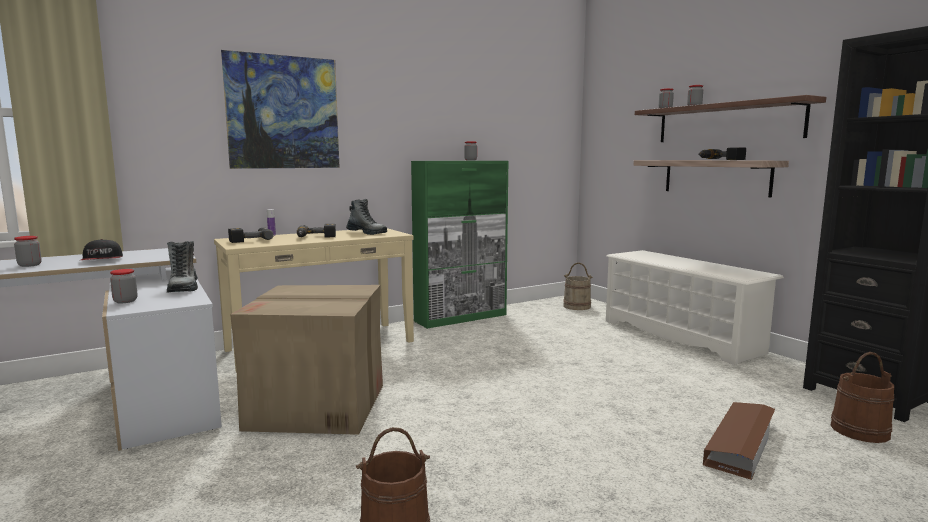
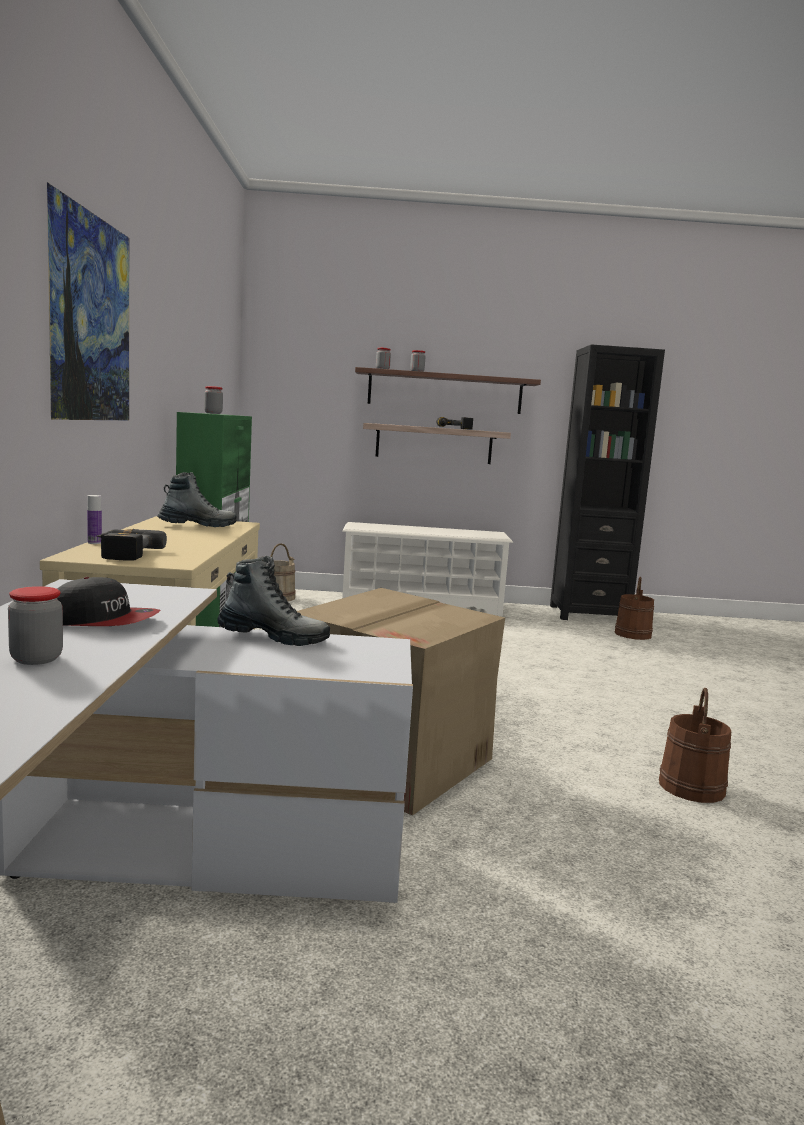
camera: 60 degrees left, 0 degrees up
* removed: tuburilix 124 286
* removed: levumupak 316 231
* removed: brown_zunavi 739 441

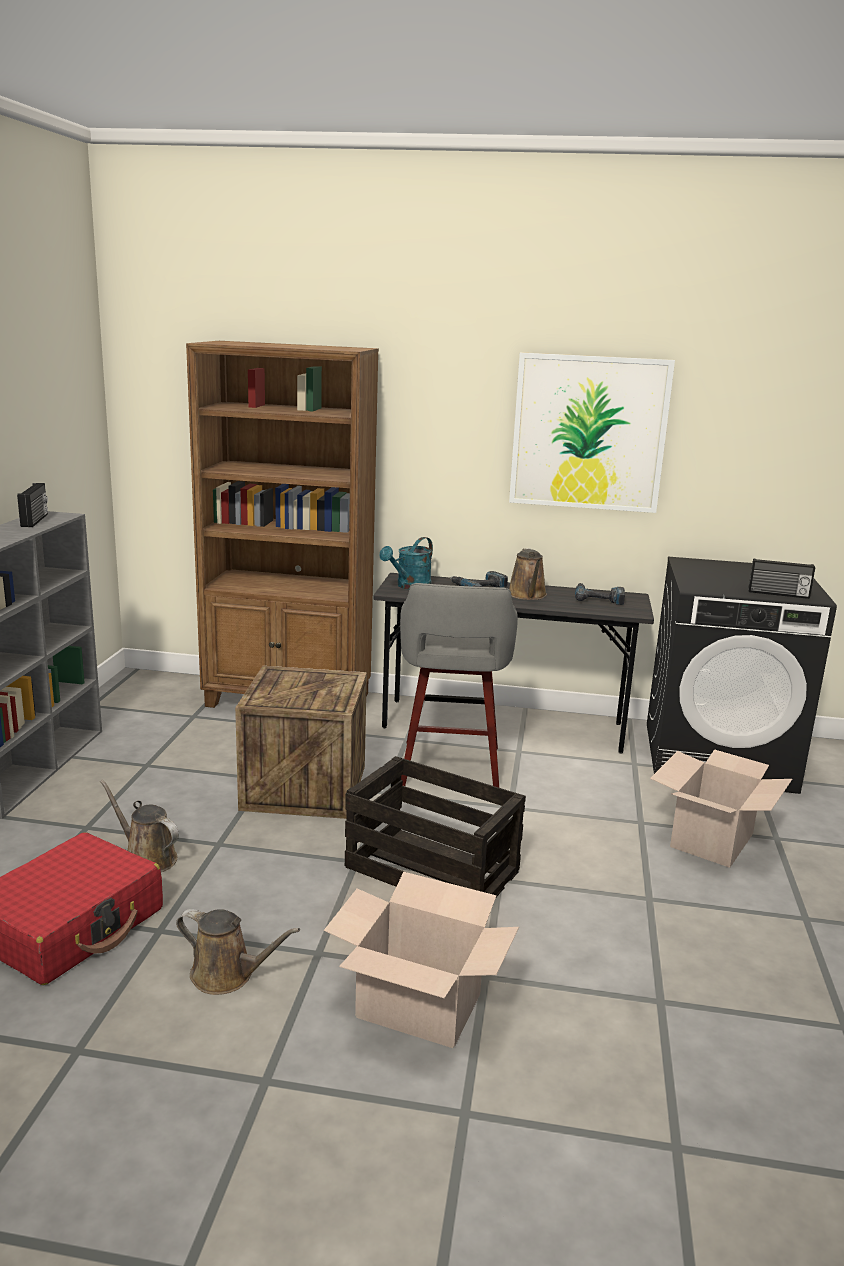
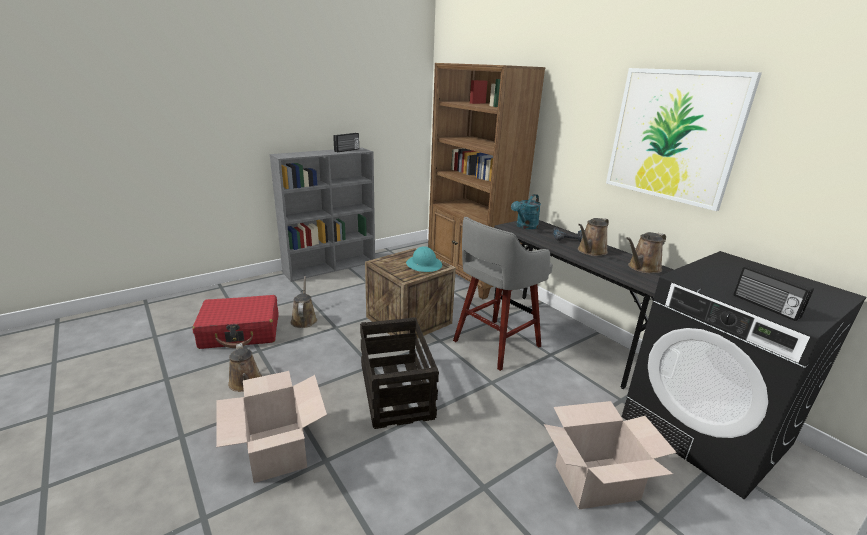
camera: 45 degrees right, 5 degrees up
* turned: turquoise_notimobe 406 563 = 526 211 45 degrees counterclockwise
* replaced: levumupak 600 594 to brown_notimobe 646 252
* added: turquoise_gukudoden 424 259

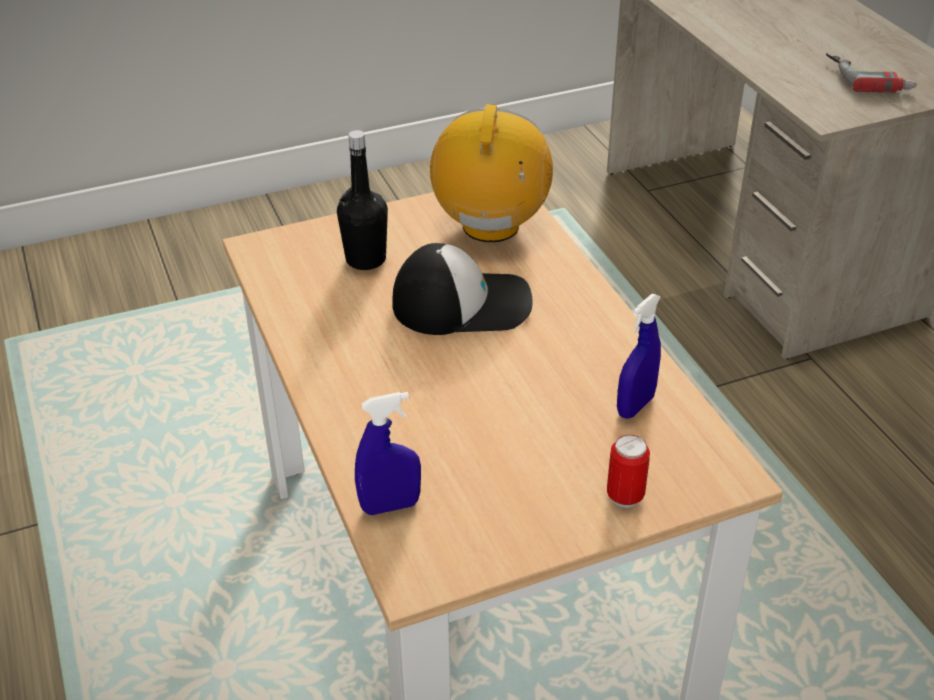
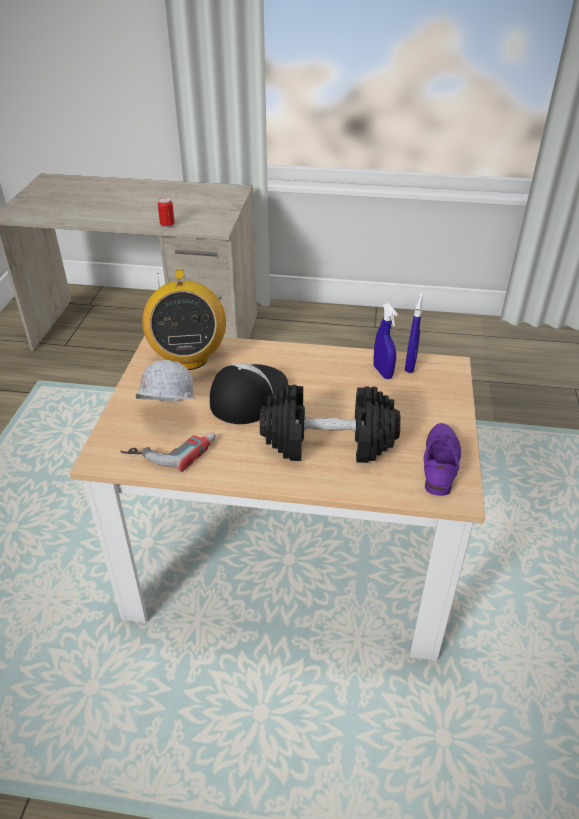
camera: 60 degrees left, 0 degrees up
* replaced: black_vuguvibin 362 200 to white_gukudoden 165 380
* moved: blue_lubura 388 453 to 414 333
* turned: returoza 491 173 = 184 319 135 degrees counterclockwise
* moved: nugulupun 628 471 to 166 213
* moved: levumupak 871 73 to 168 452
* added: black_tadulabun 330 424
* added: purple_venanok 442 459

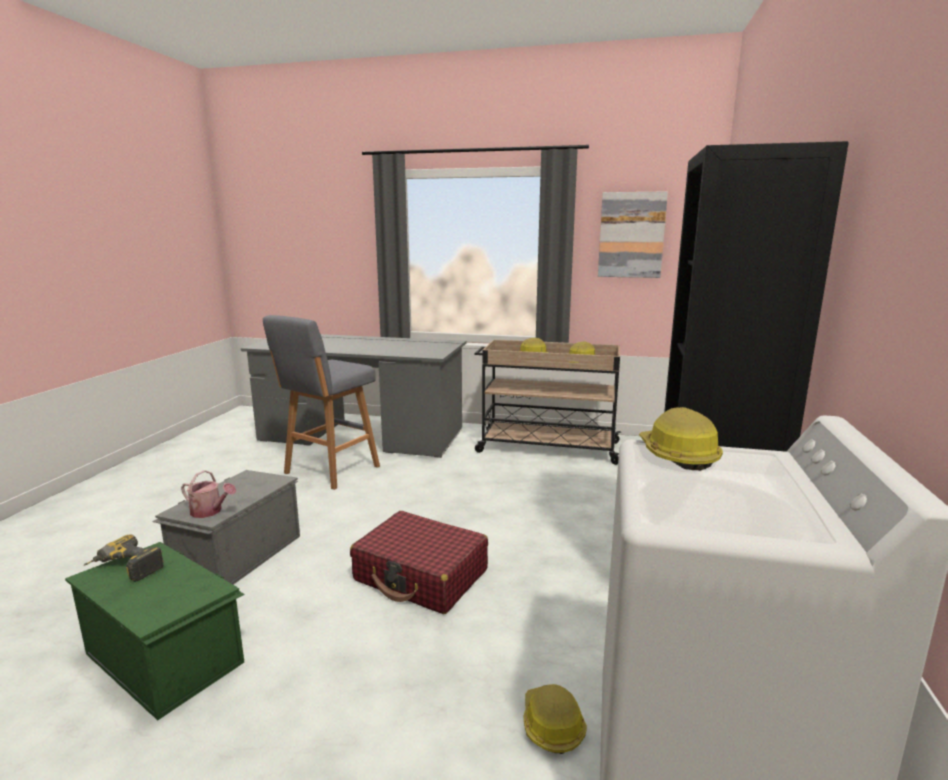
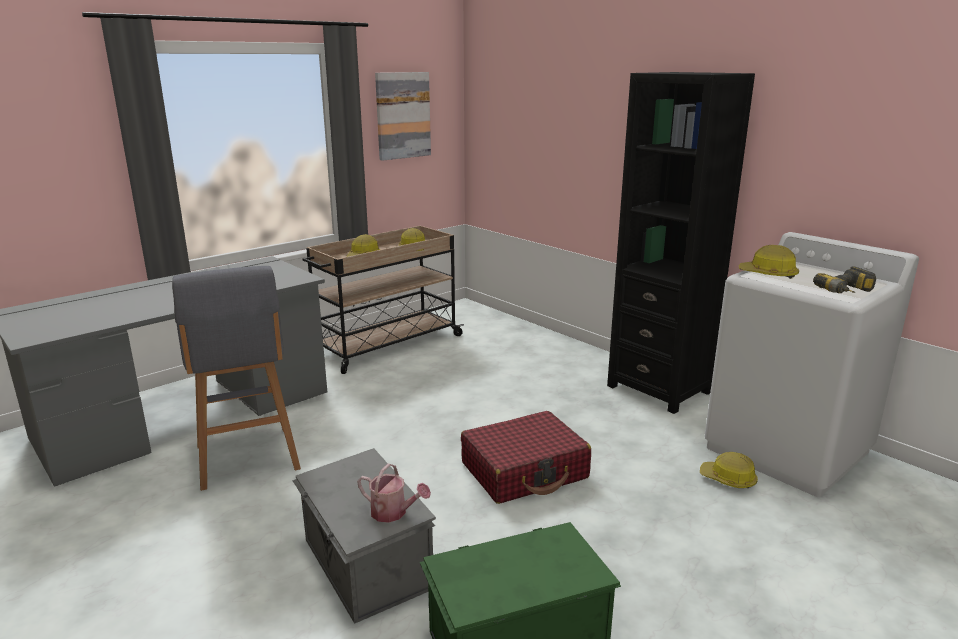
camera: 55 degrees left, 5 degrees up
* moved: levumupak 124 558 to 844 279
* turned: notimobe 208 494 = 394 493 60 degrees clockwise

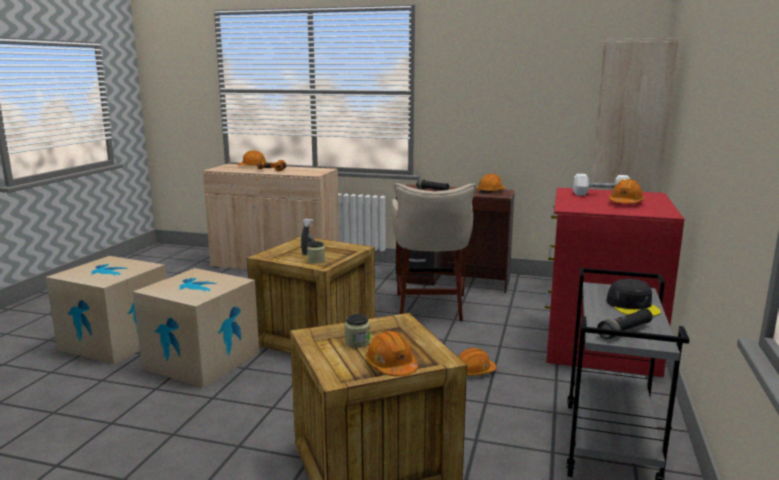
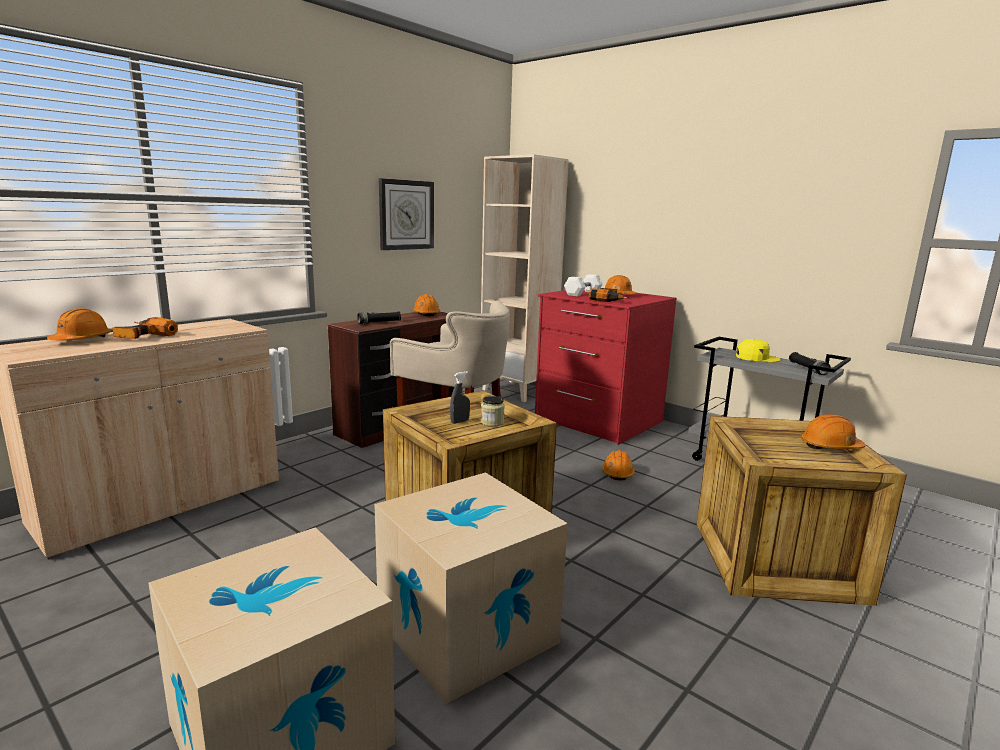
camera: 65 degrees left, 0 degrees up
* removed: tuburilix 357 331
* recoloured: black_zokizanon 633 297 to yellow_zokizanon 758 351
* added: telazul 406 214
* added: levumupak 610 295

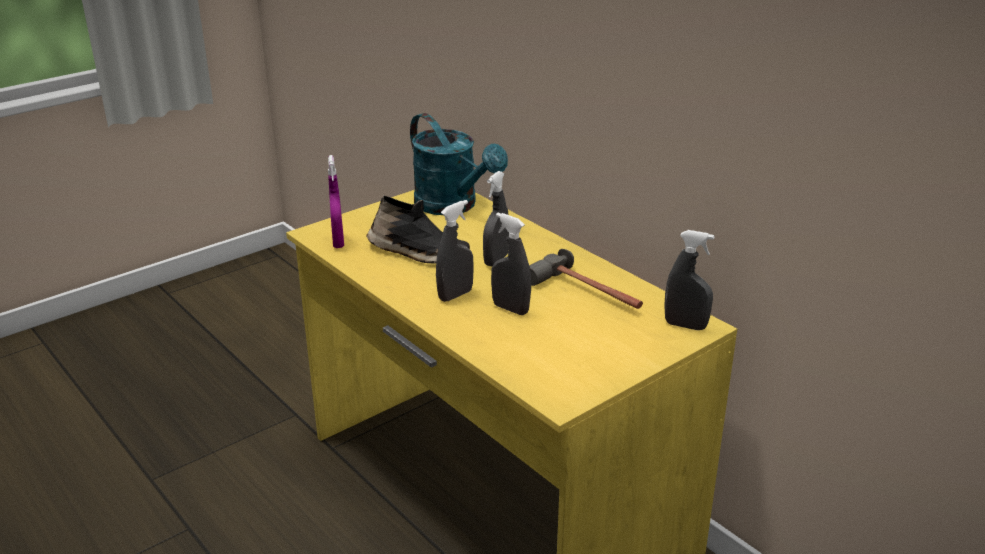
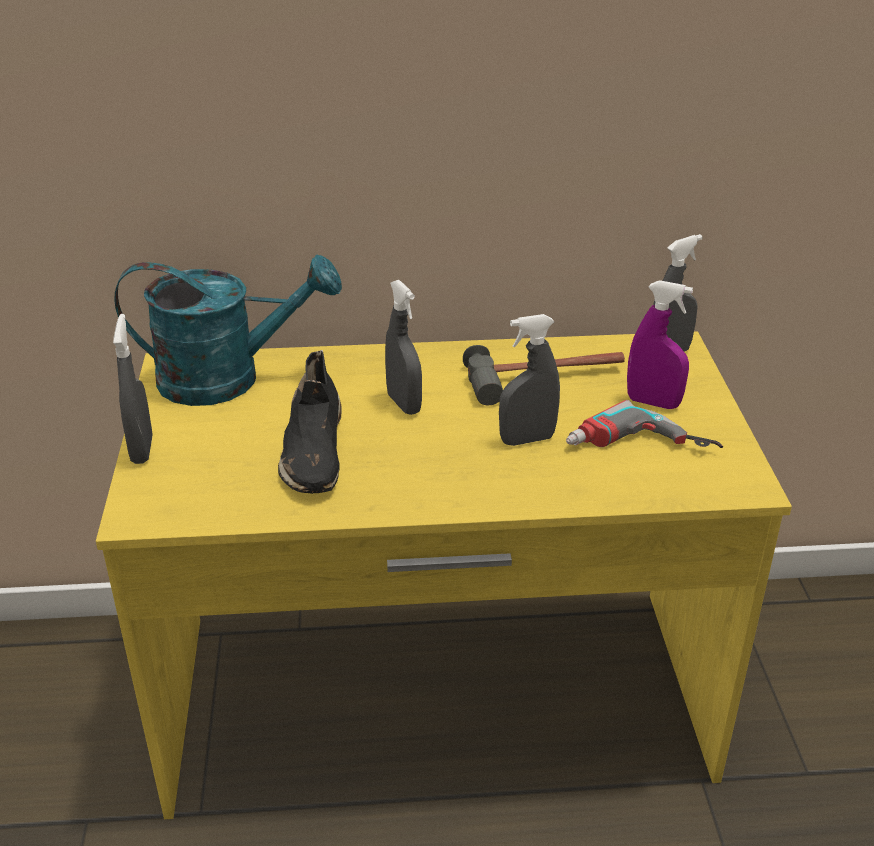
camera: 55 degrees left, 5 degrees up
* moved: purple_lubura 336 201 to 660 344
* turned: black_venanok 418 229 = 310 422 120 degrees clockwise
* moved: grey_lubura 455 251 to 133 389
* added: levumupak 644 424

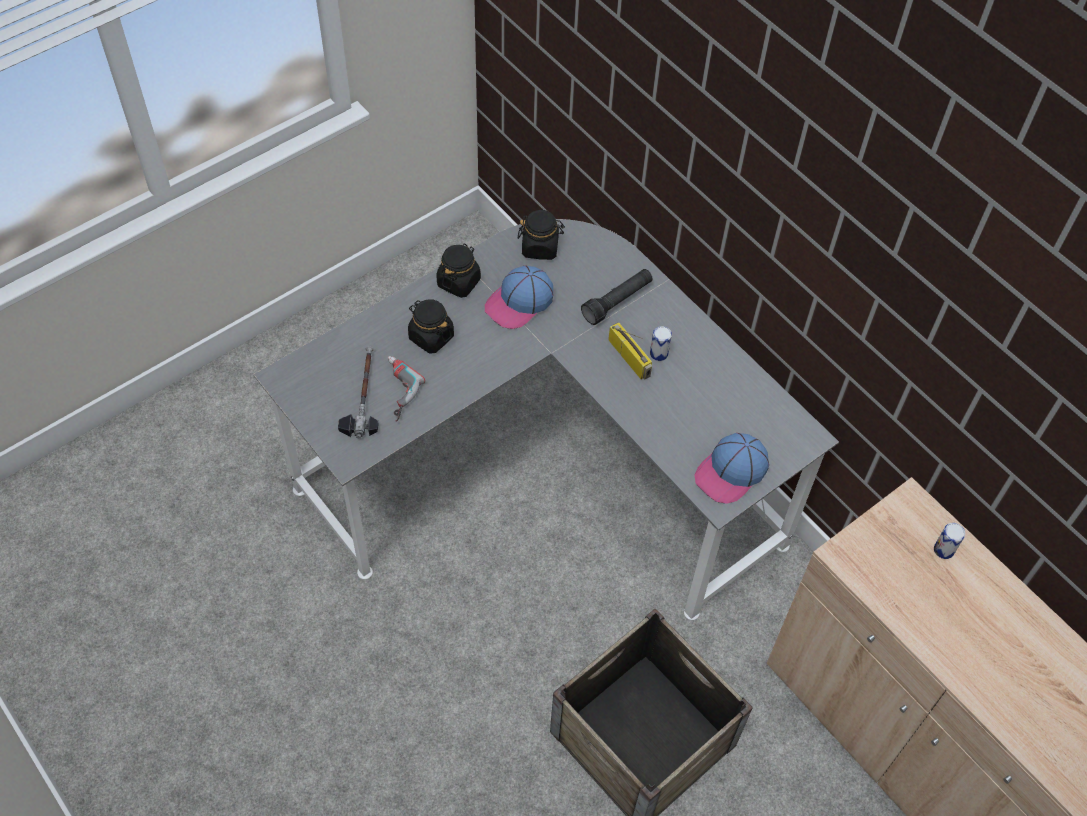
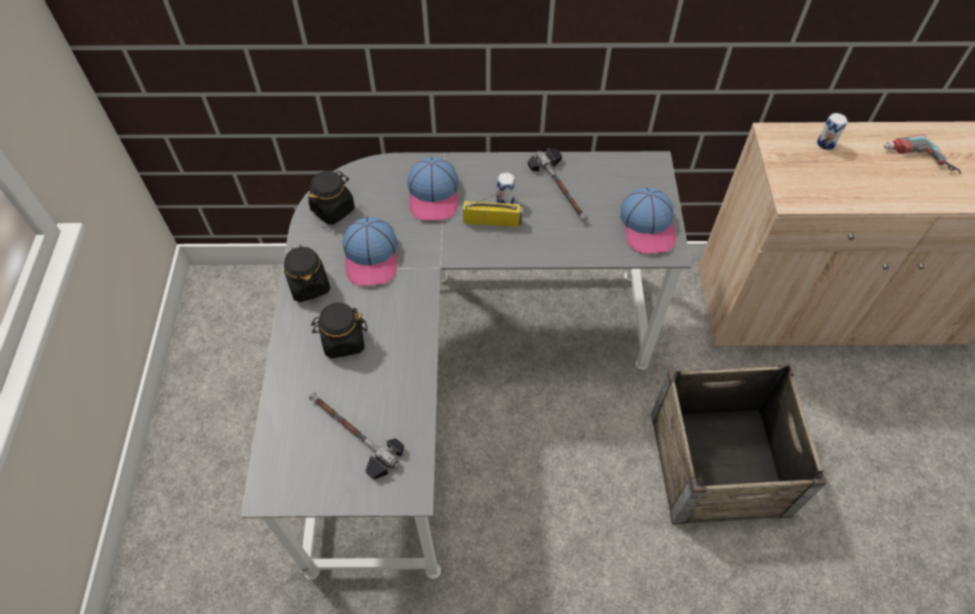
camera: 50 degrees left, 0 degrees up
* moved: levumupak 406 389 to 922 154
* replaced: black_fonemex 616 297 to zokizanon 433 189
* added: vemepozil 558 185

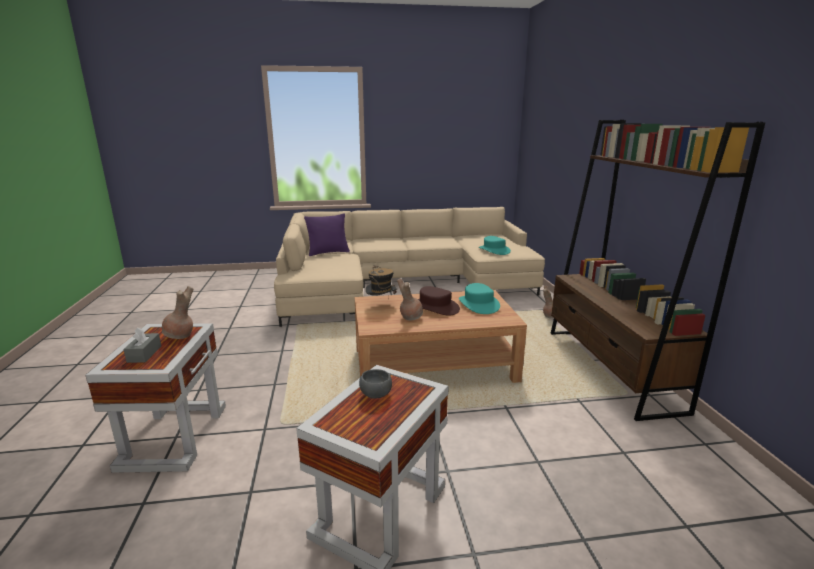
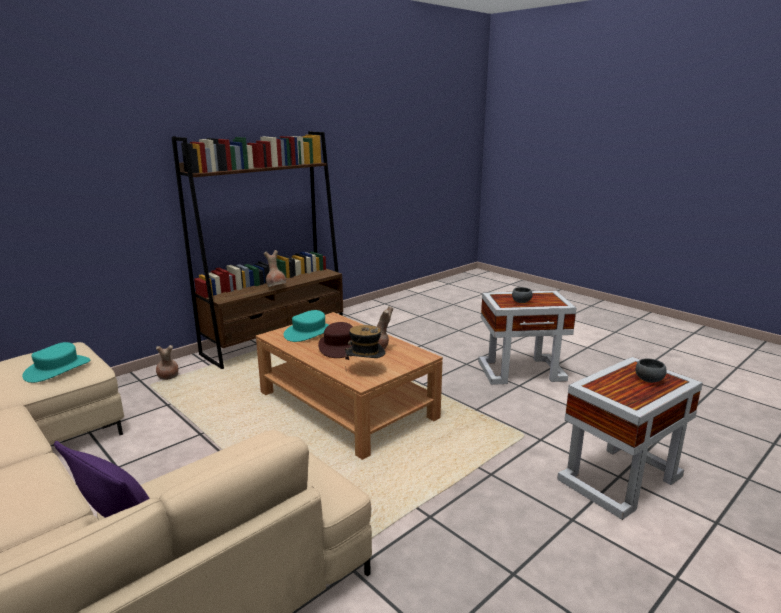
camera: 125 degrees left, 0 degrees up
* replaced: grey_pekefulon 142 345 to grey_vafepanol 651 371
* moved: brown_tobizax 177 312 to 275 268

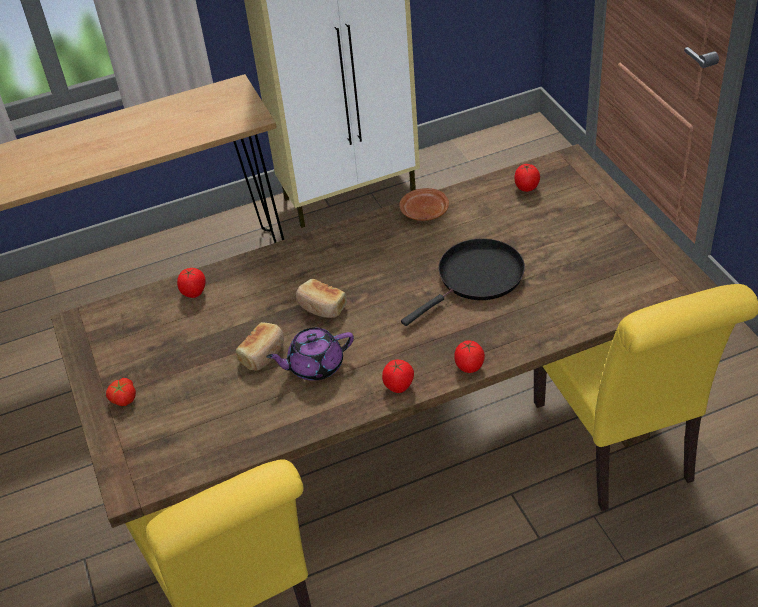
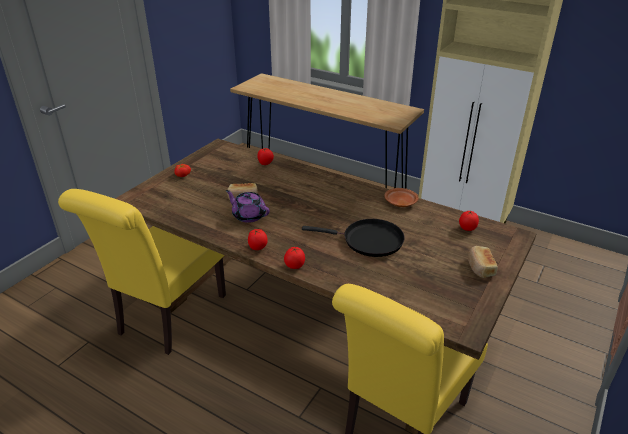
camera: 50 degrees right, 10 degrees down
* moved: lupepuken 321 298 to 483 262

